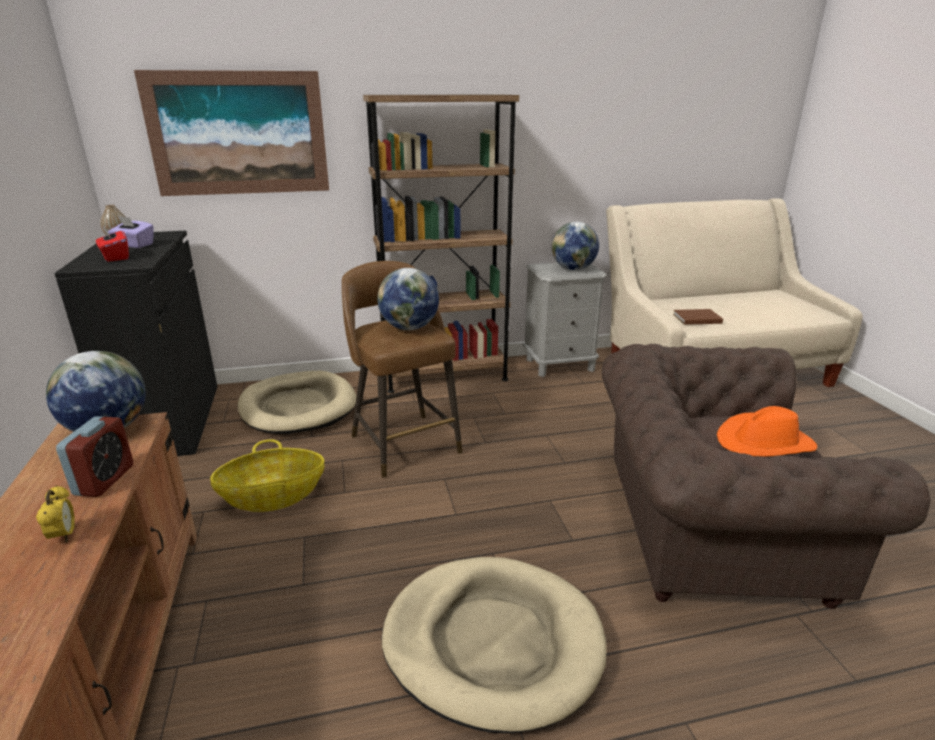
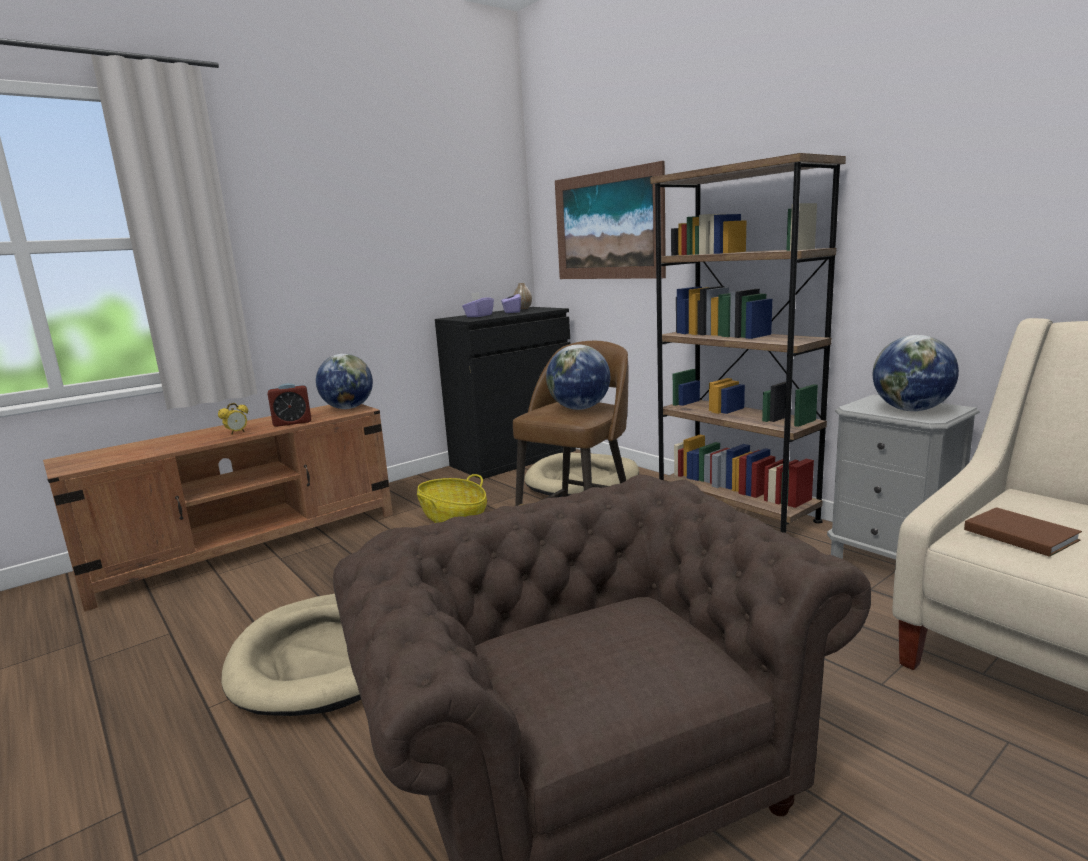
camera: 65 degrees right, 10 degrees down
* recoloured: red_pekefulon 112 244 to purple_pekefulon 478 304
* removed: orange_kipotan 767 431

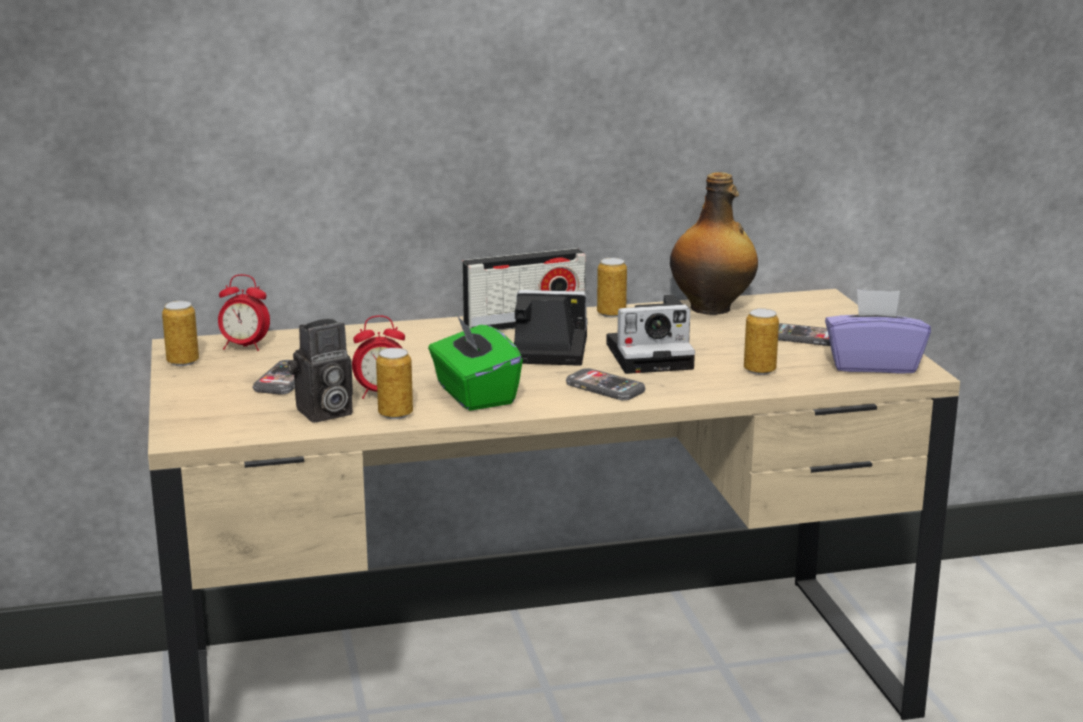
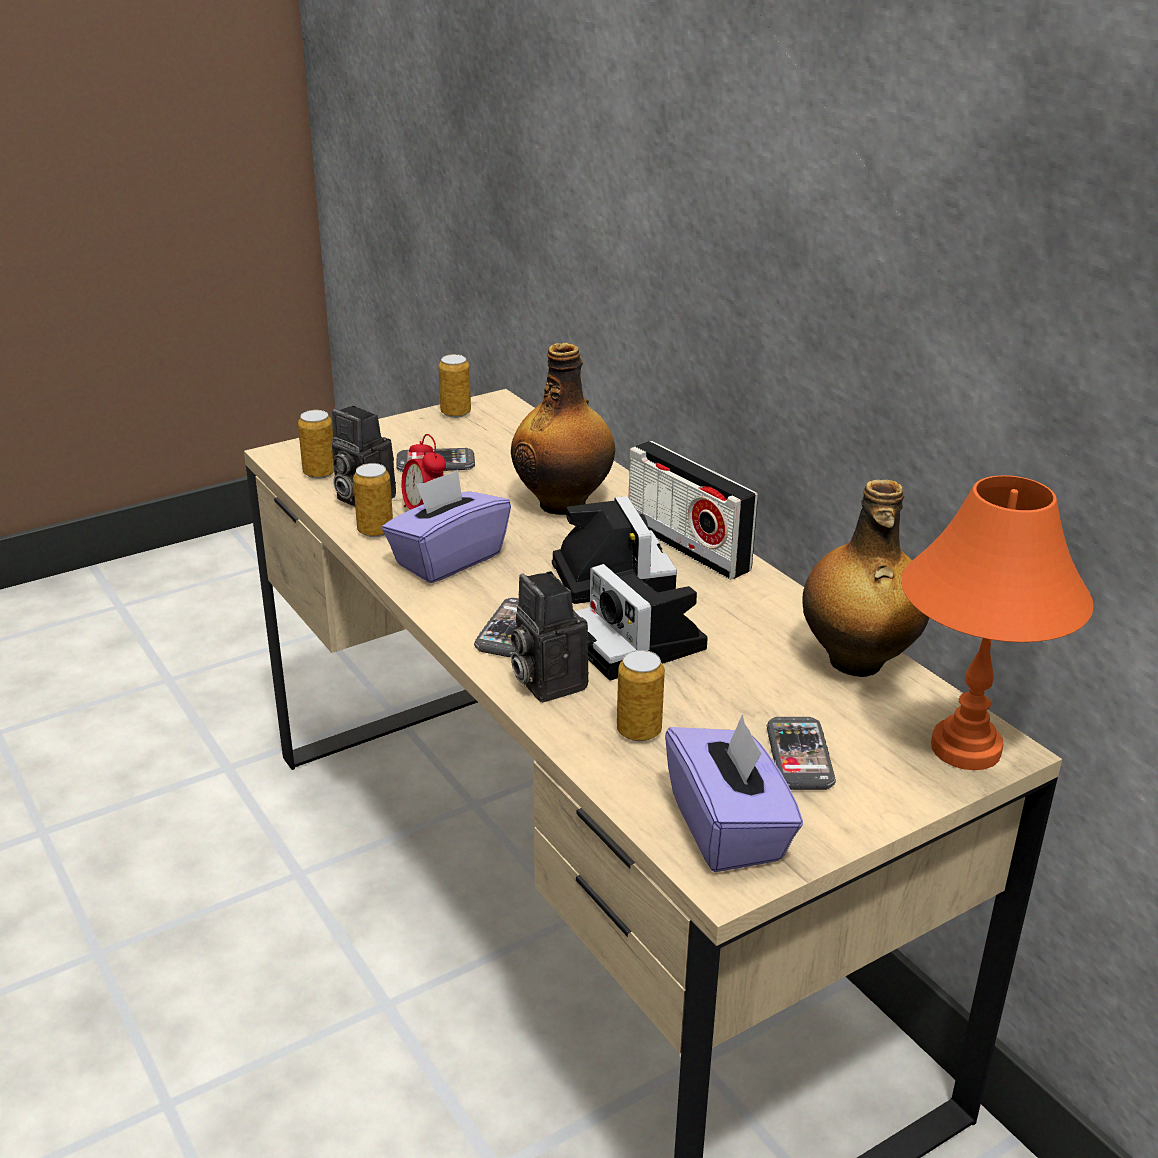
camera: 70 degrees right, 10 degrees up
* removed: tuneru 244 312
* recoloured: green_pekefulon 475 363 to purple_pekefulon 446 526
* moved: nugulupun 612 287 to 316 444
* added: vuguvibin 563 429
* added: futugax 550 636
* added: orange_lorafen 997 622

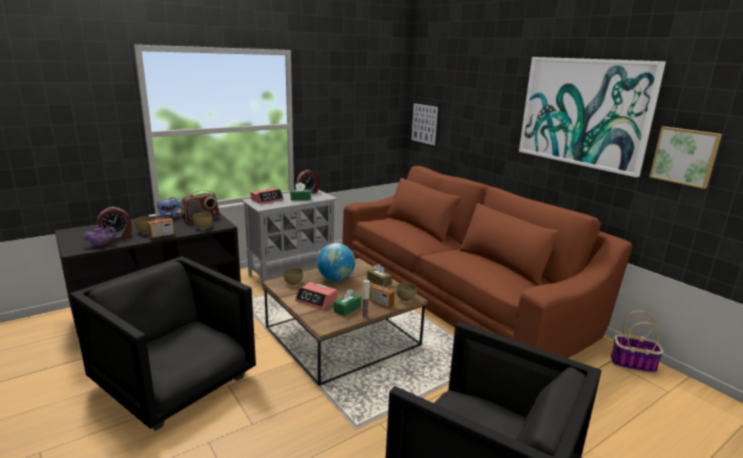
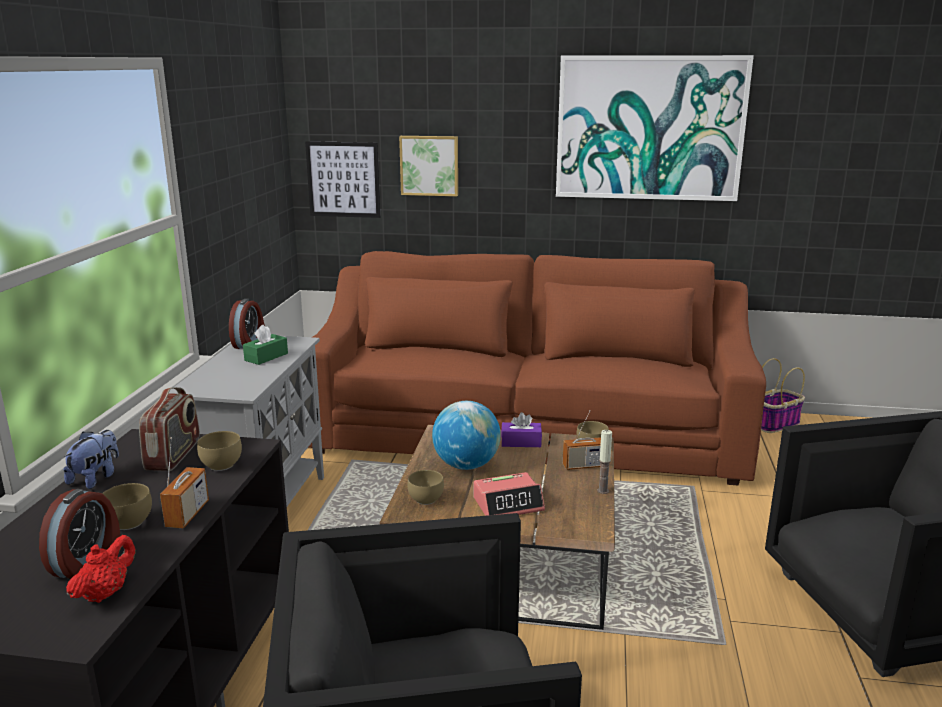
camera: 45 degrees left, 0 degrees up
* recoloured: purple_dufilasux 100 235 to red_dufilasux 101 569
* removed: tuneru 267 196
* removed: green_pekefulon 347 302
* recoloured: brown_pekefulon 379 275 to purple_pekefulon 521 429
* moved: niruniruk 686 157 to 428 166

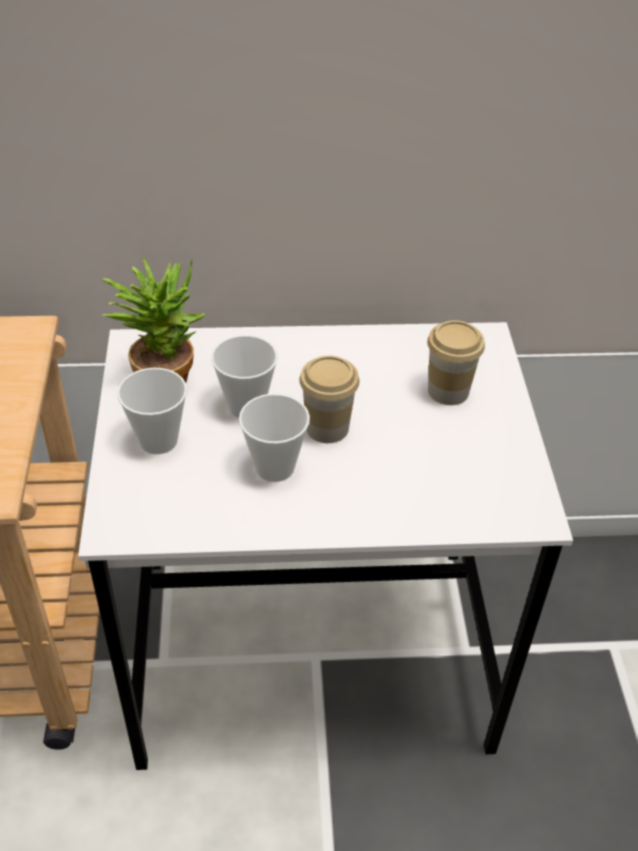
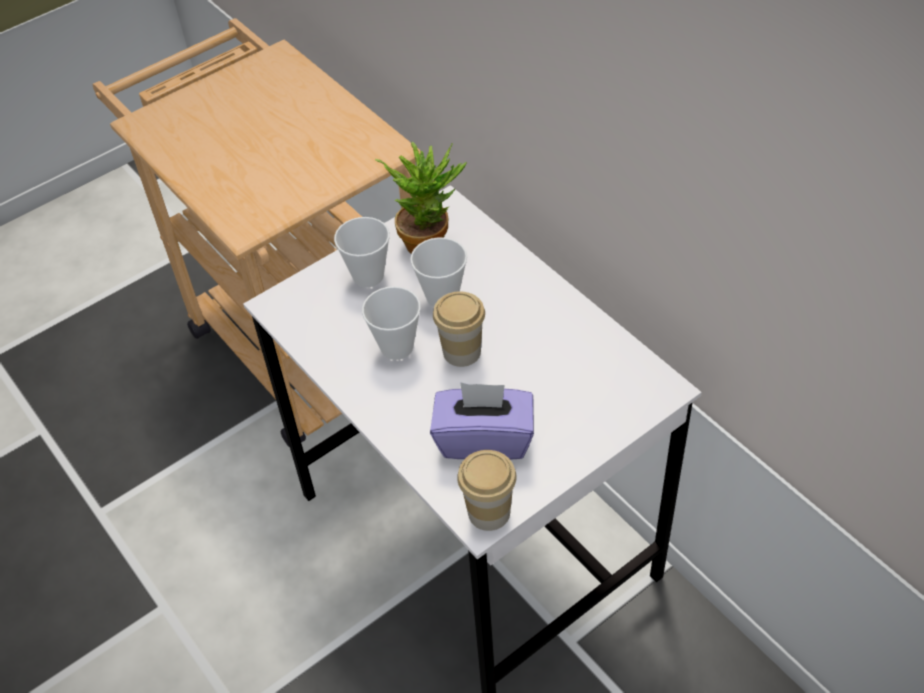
camera: 60 degrees right, 5 degrees up
* moved: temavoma 456 362 to 487 490
* added: purple_pekefulon 482 421

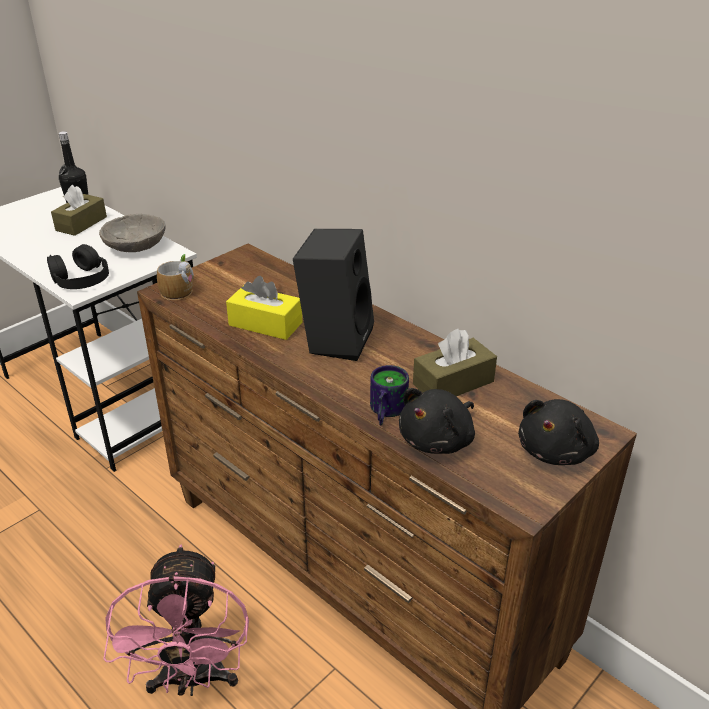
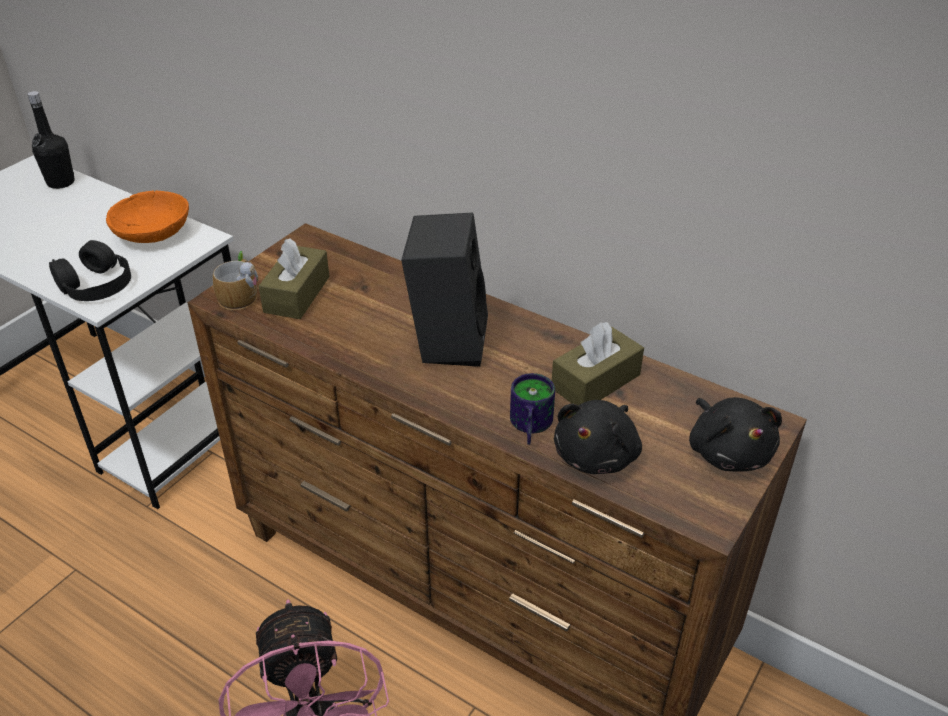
camera: 10 degrees left, 5 degrees up
* moved: brown_pekefulon 79 210 to 294 278
* recoloured: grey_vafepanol 132 233 to orange_vafepanol 147 216
* removed: yellow_pekefulon 264 308
* turned: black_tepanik 558 432 = 735 434 45 degrees counterclockwise

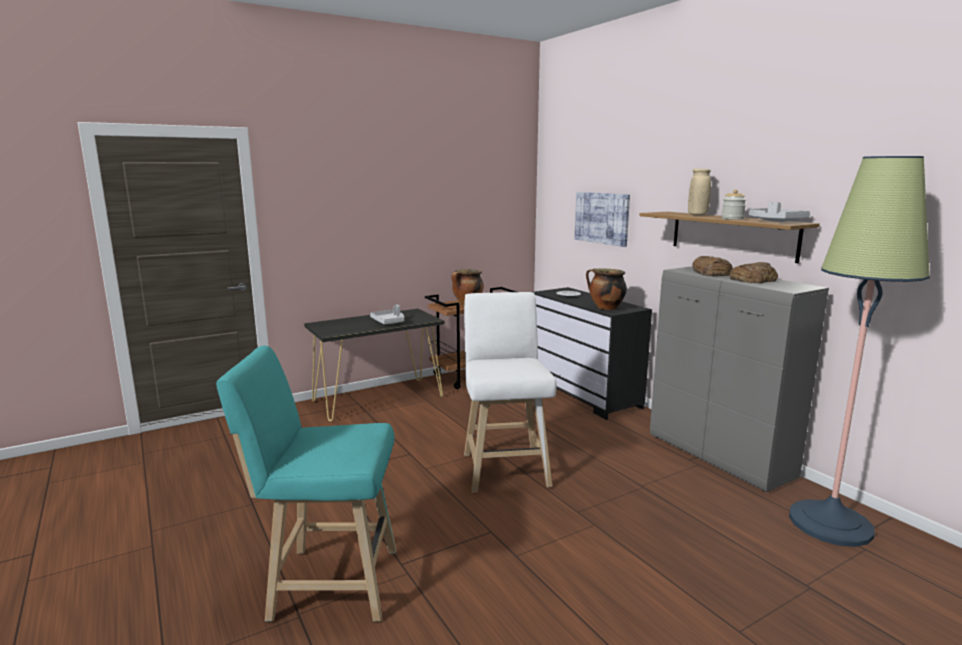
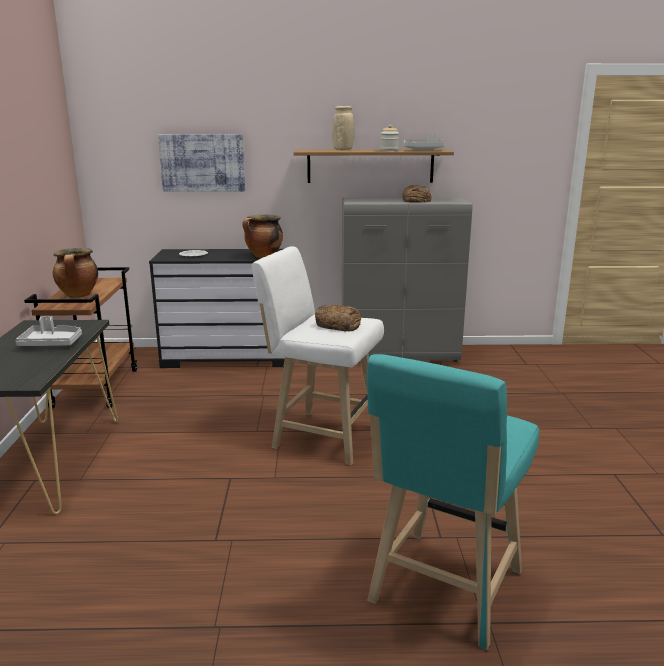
camera: 60 degrees left, 5 degrees up
* moved: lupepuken 712 266 to 338 317
* removed: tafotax 859 351

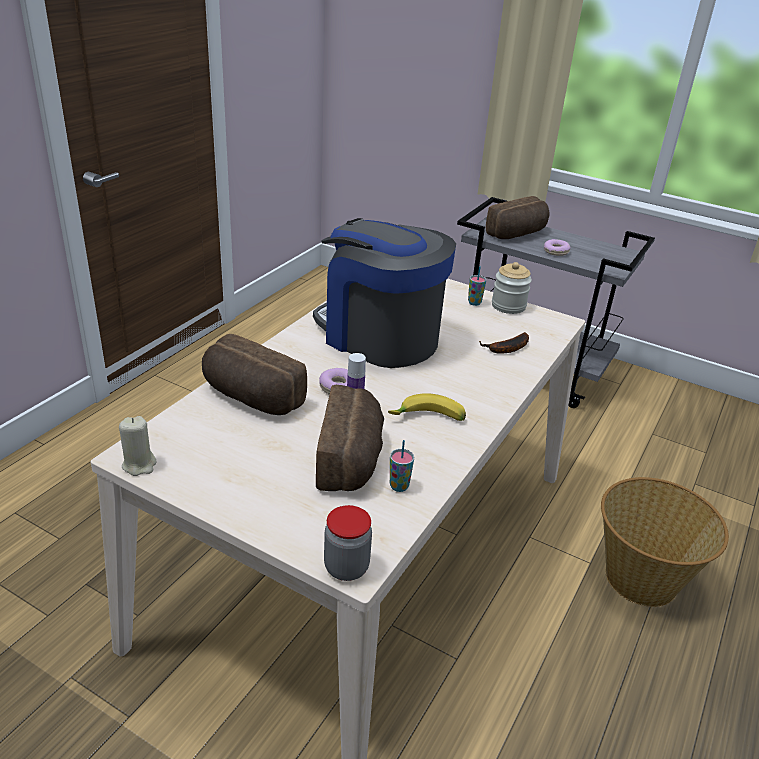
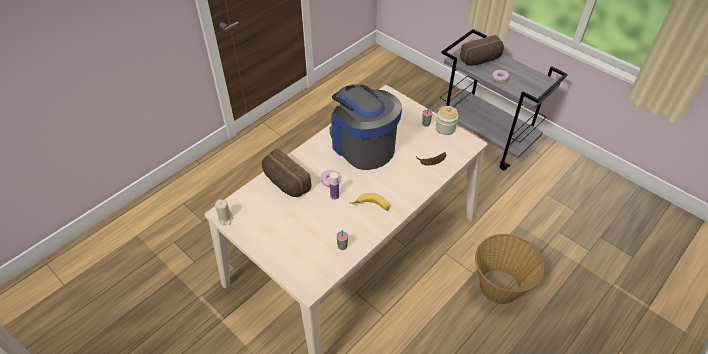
camera: 15 degrees right, 15 degrees up
* removed: lupepuken 350 438
* removed: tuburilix 348 543

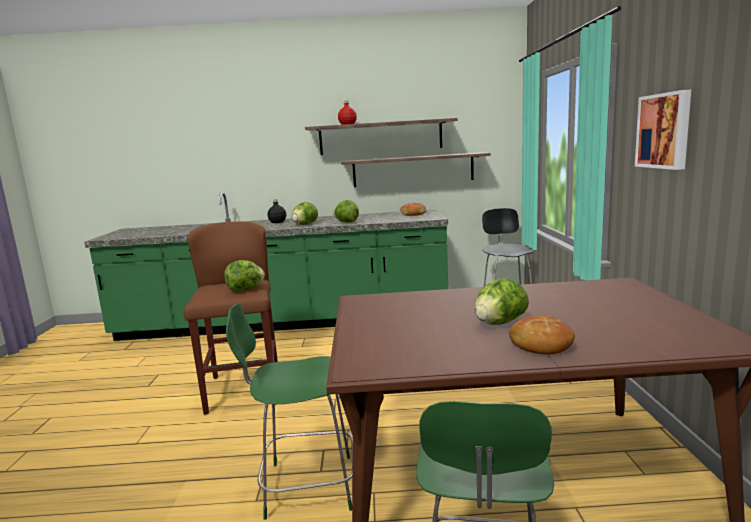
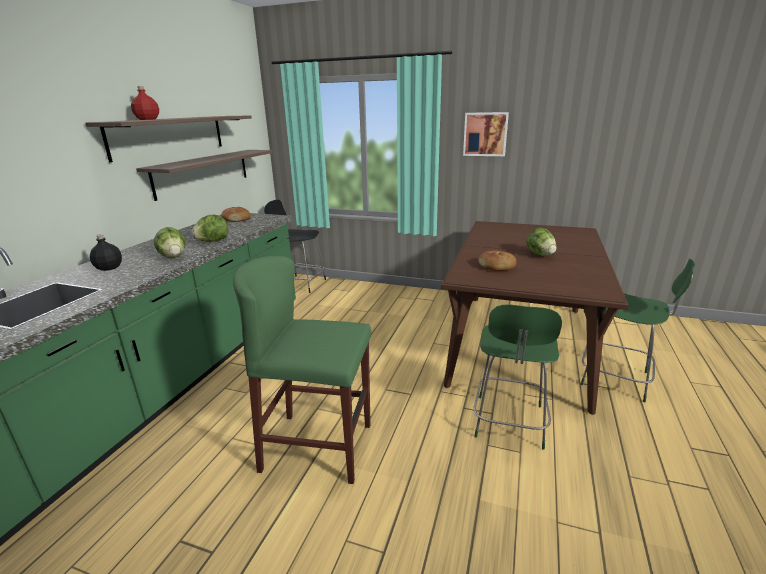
camera: 70 degrees left, 10 degrees up
* recoloured: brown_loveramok 230 318 to green_loveramok 302 370
* removed: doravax 244 275
* moved: lupepuken 542 334 to 497 260

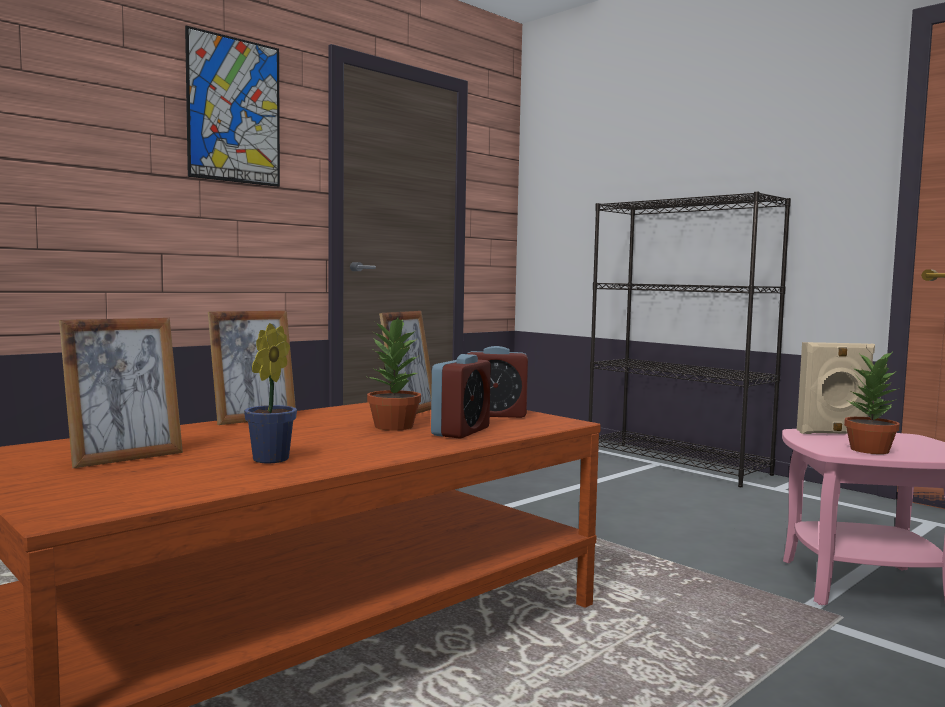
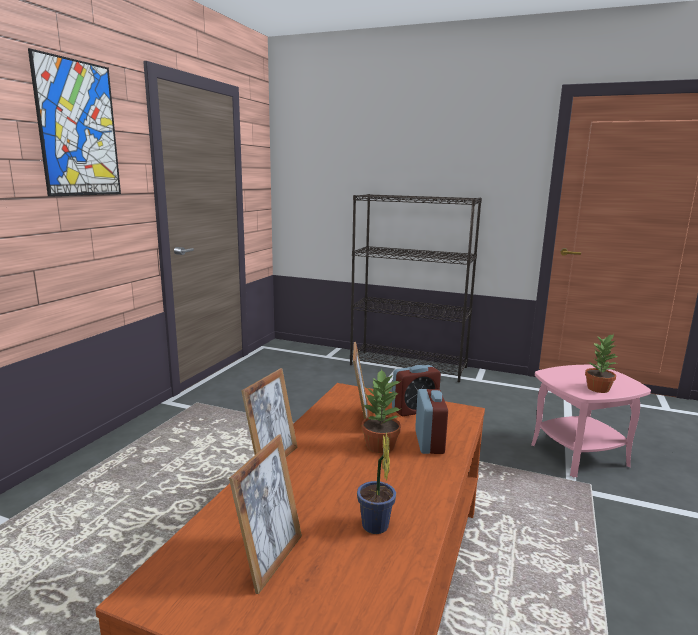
camera: 25 degrees left, 10 degrees up
* removed: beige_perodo 836 388

